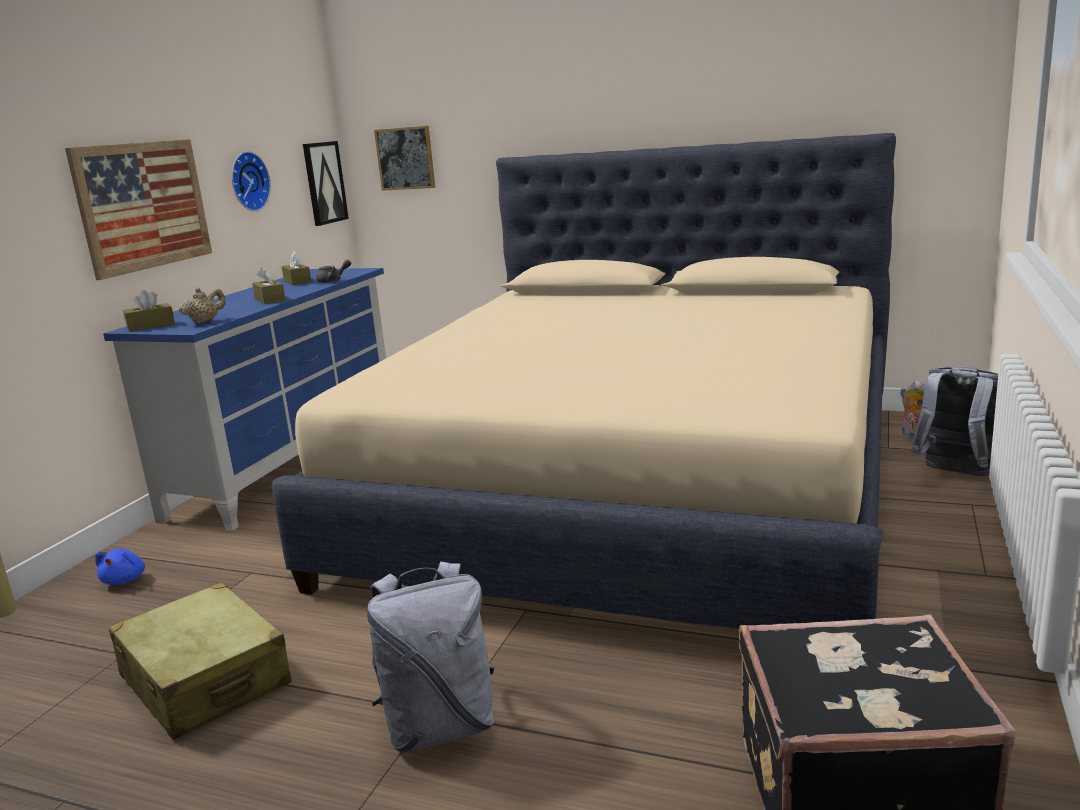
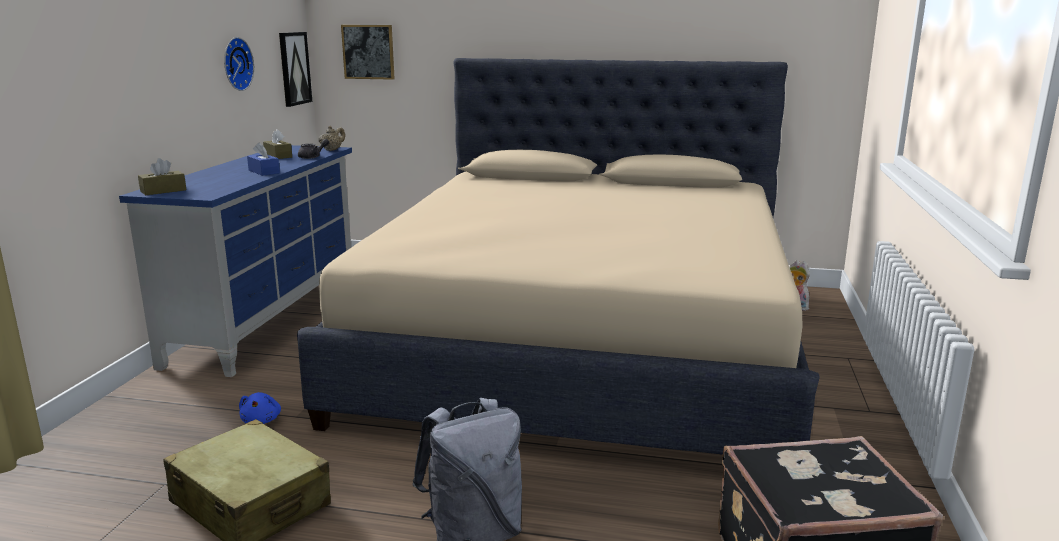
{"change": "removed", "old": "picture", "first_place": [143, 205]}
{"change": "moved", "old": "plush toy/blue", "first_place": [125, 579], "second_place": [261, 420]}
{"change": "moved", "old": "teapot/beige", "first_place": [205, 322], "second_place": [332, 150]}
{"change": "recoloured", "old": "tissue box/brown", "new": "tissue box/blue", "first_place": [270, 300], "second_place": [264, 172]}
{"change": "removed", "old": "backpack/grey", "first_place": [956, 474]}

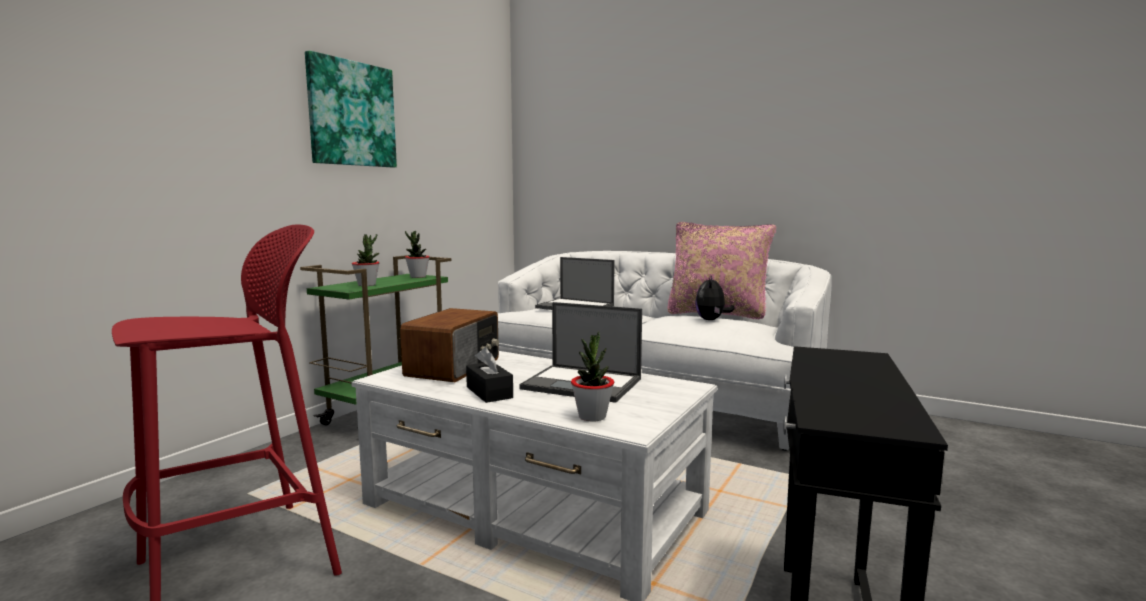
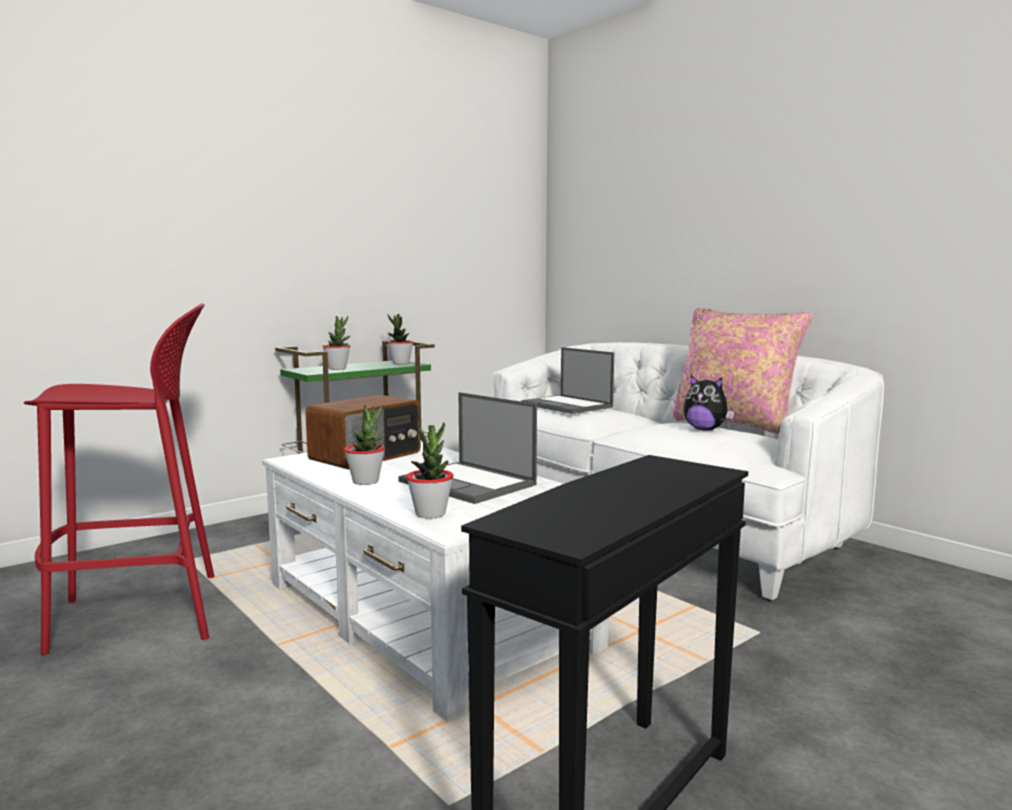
{"change": "removed", "old": "picture", "first_place": [351, 114]}
{"change": "replaced", "old": "tissue box/black", "new": "potted plant", "first_place": [489, 392], "second_place": [366, 481]}
{"change": "turned", "old": "plush toy", "first_place": [711, 320], "second_place": [705, 430], "degrees": -90}

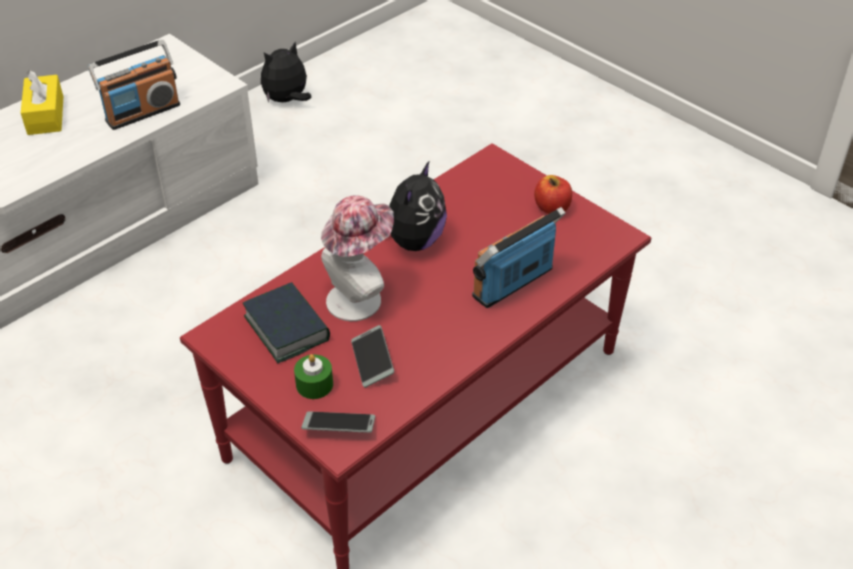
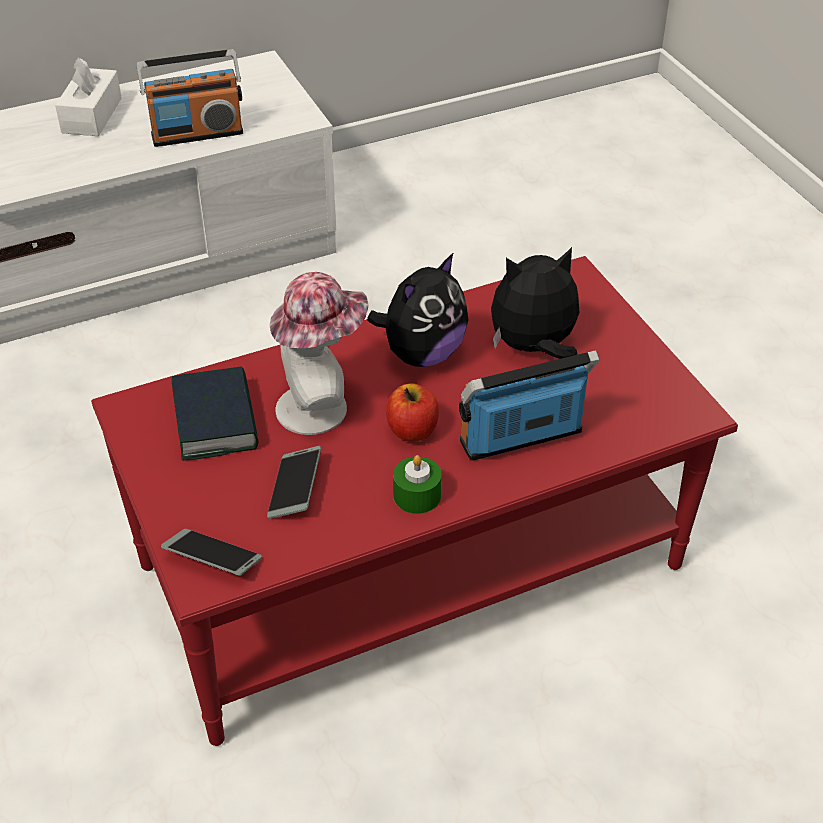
{"change": "recoloured", "old": "tissue box/yellow", "new": "tissue box/white", "first_place": [45, 115], "second_place": [92, 115]}
{"change": "moved", "old": "plush toy", "first_place": [287, 100], "second_place": [533, 348]}
{"change": "moved", "old": "candle/green", "first_place": [314, 384], "second_place": [417, 495]}
{"change": "moved", "old": "apple", "first_place": [552, 208], "second_place": [412, 430]}

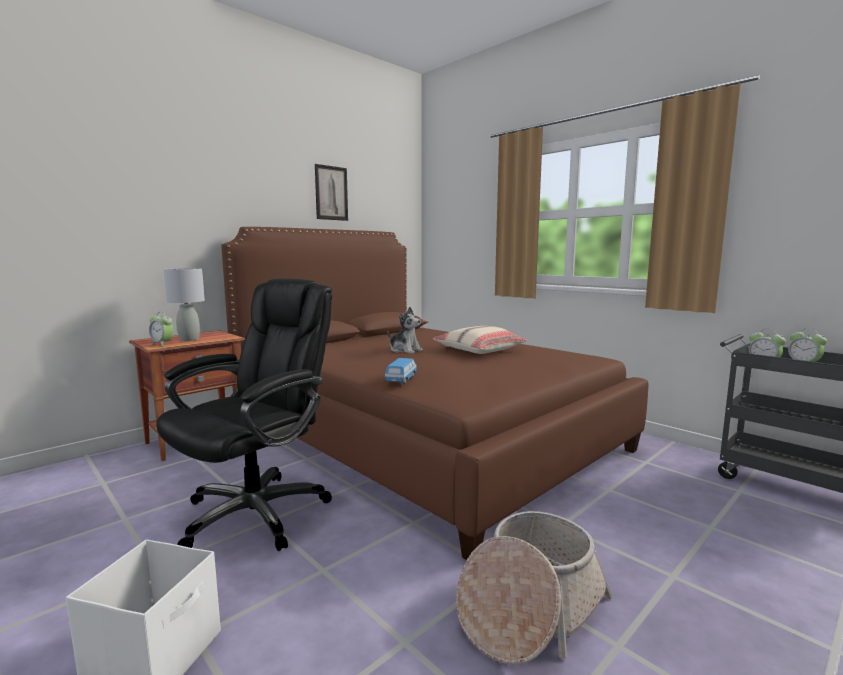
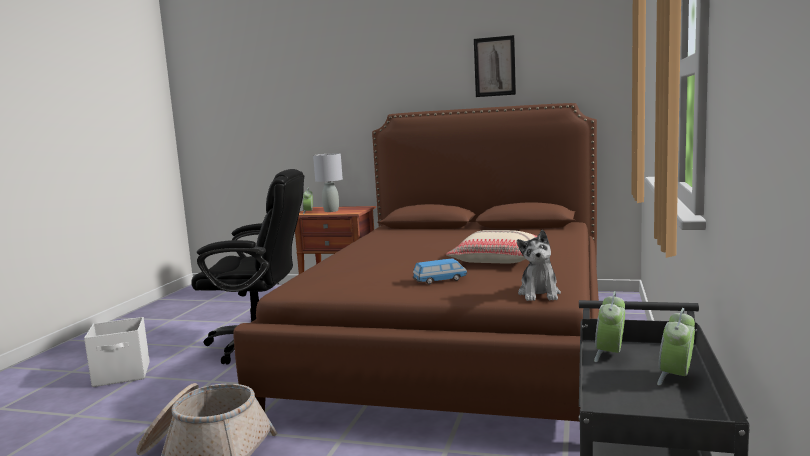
{"change": "moved", "old": "toy car", "first_place": [401, 379], "second_place": [440, 280]}
{"change": "moved", "old": "plush toy", "first_place": [405, 350], "second_place": [539, 294]}

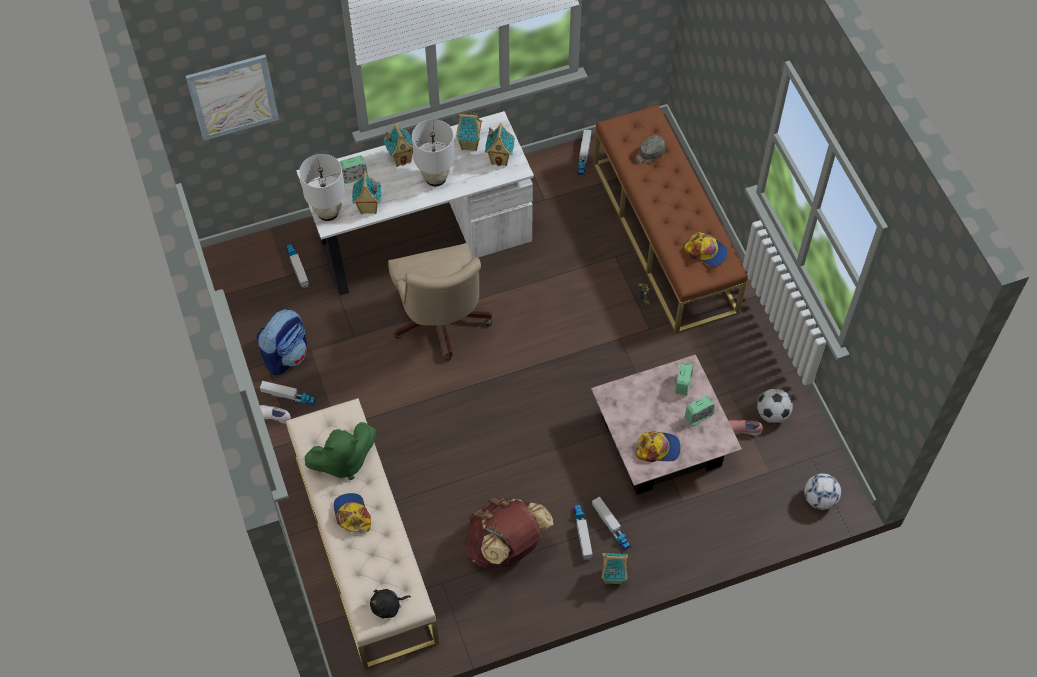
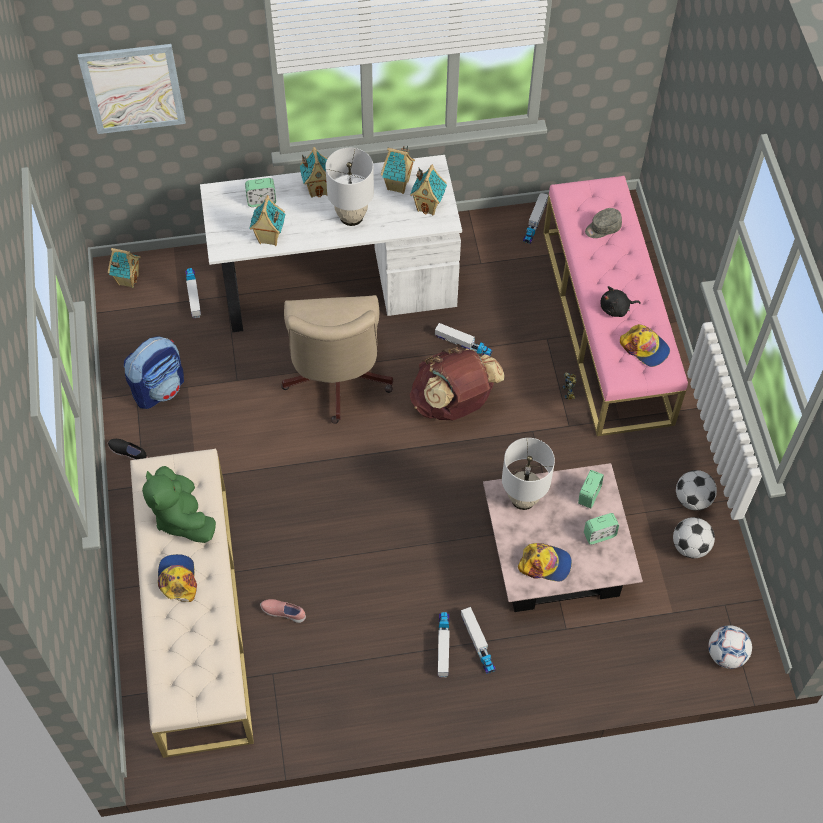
{"change": "moved", "old": "toy truck", "first_place": [288, 396], "second_place": [463, 344]}
{"change": "recoloured", "old": "shoe/white", "new": "shoe/black", "first_place": [273, 416], "second_place": [129, 453]}
{"change": "moved", "old": "table lamp/white", "first_place": [328, 212], "second_place": [523, 498]}
{"change": "turned", "old": "plush toy/green", "first_place": [343, 461], "second_place": [182, 517], "degrees": 75}
{"change": "moved", "old": "plush toy/black", "first_place": [388, 606], "second_place": [616, 308]}
{"change": "moved", "old": "backpack/brown", "first_place": [506, 546], "second_place": [453, 403]}
{"change": "recoloured", "old": "bench/brown", "new": "bench/pink", "first_place": [664, 237], "second_place": [606, 325]}
{"change": "moved", "old": "toy house", "first_place": [612, 576], "second_place": [127, 279]}
{"change": "moved", "old": "shoe/pink", "first_place": [741, 429], "second_place": [283, 612]}
{"change": "added", "new": "football", "second_place": [692, 499]}

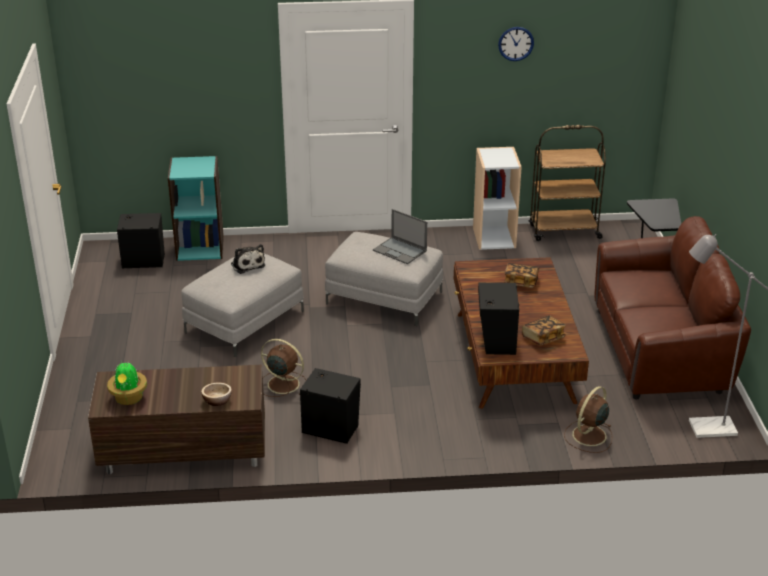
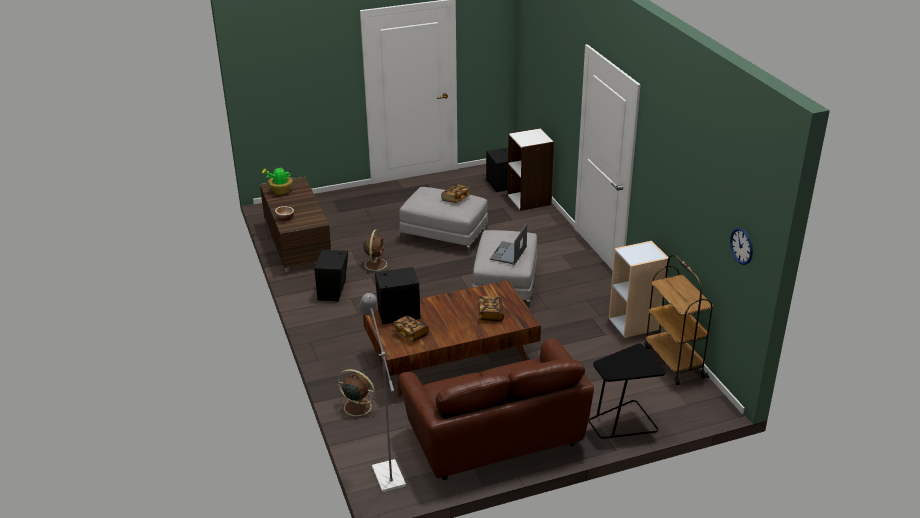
{"change": "recoloured", "old": "bookcase/turquoise", "new": "bookcase/white", "first_place": [200, 248], "second_place": [529, 200]}
{"change": "replaced", "old": "plush toy", "new": "book", "first_place": [247, 264], "second_place": [455, 199]}
{"change": "moved", "old": "wall clock", "first_place": [516, 43], "second_place": [741, 246]}

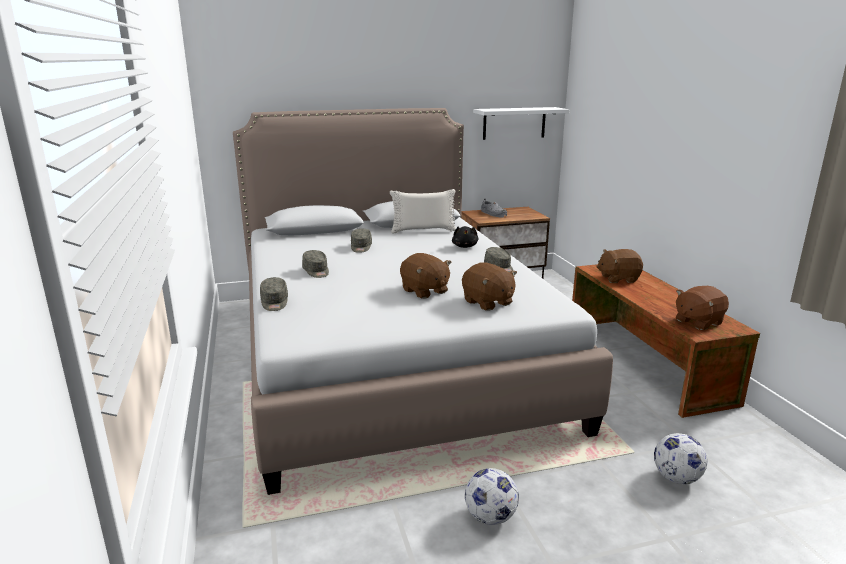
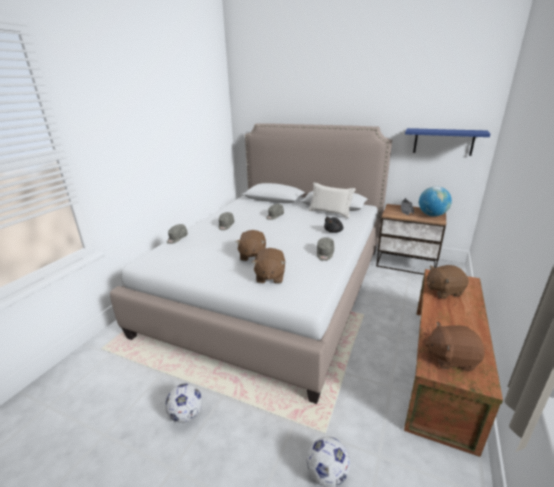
{"change": "recoloured", "old": "shelf/white", "new": "shelf/blue", "first_place": [514, 123], "second_place": [443, 141]}
{"change": "turned", "old": "plush toy/brown", "first_place": [618, 278], "second_place": [443, 291], "degrees": -45}
{"change": "added", "new": "globe", "second_place": [432, 215]}

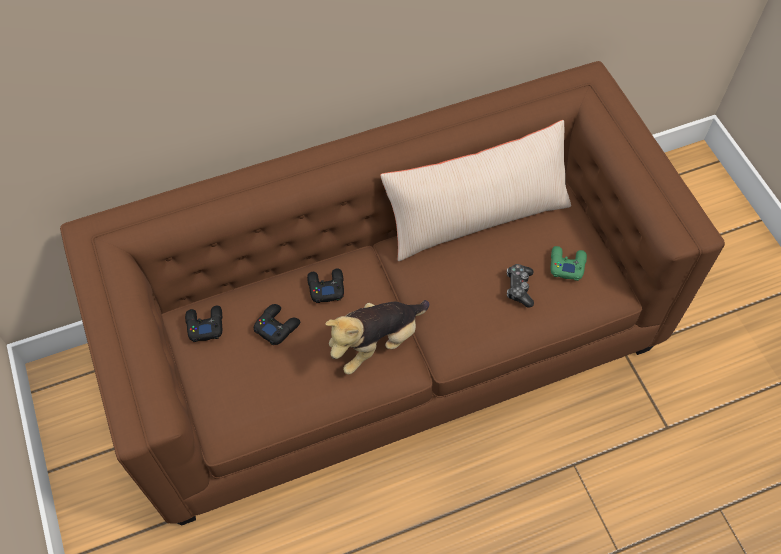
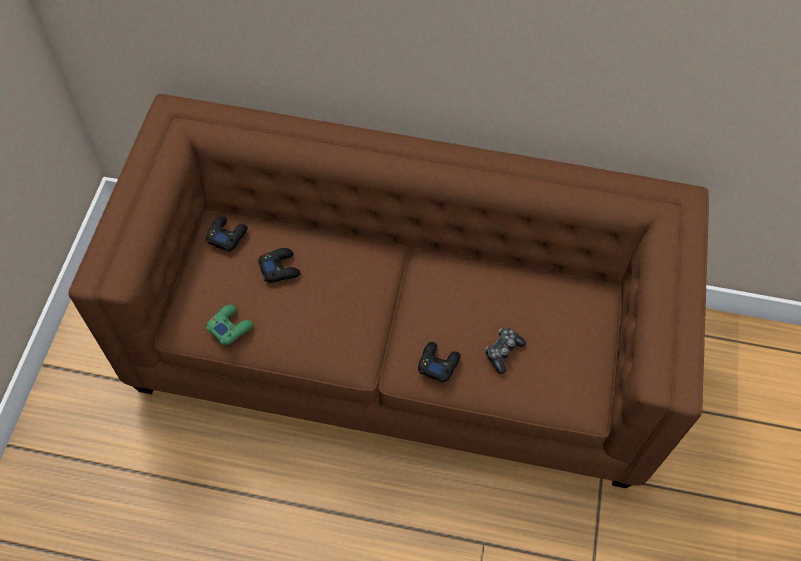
{"change": "moved", "old": "game controller/black", "first_place": [326, 287], "second_place": [438, 363]}
{"change": "removed", "old": "plush toy", "first_place": [377, 343]}
{"change": "removed", "old": "pillow/beige", "first_place": [476, 216]}
{"change": "moved", "old": "game controller/green", "first_place": [566, 264], "second_place": [230, 326]}

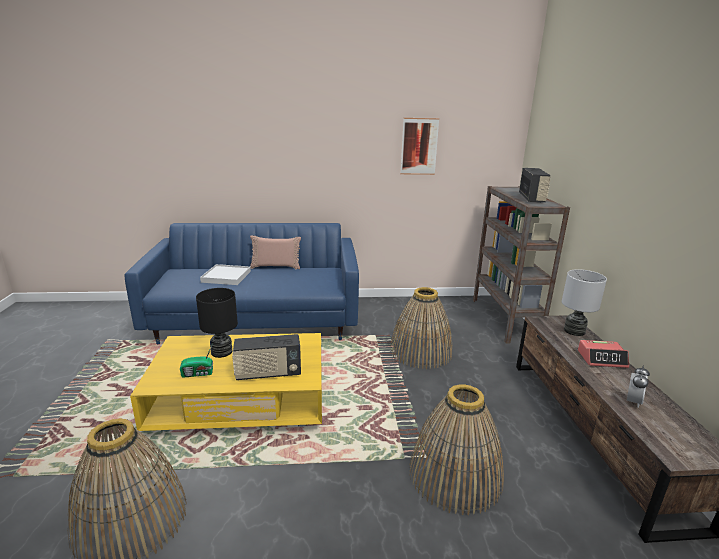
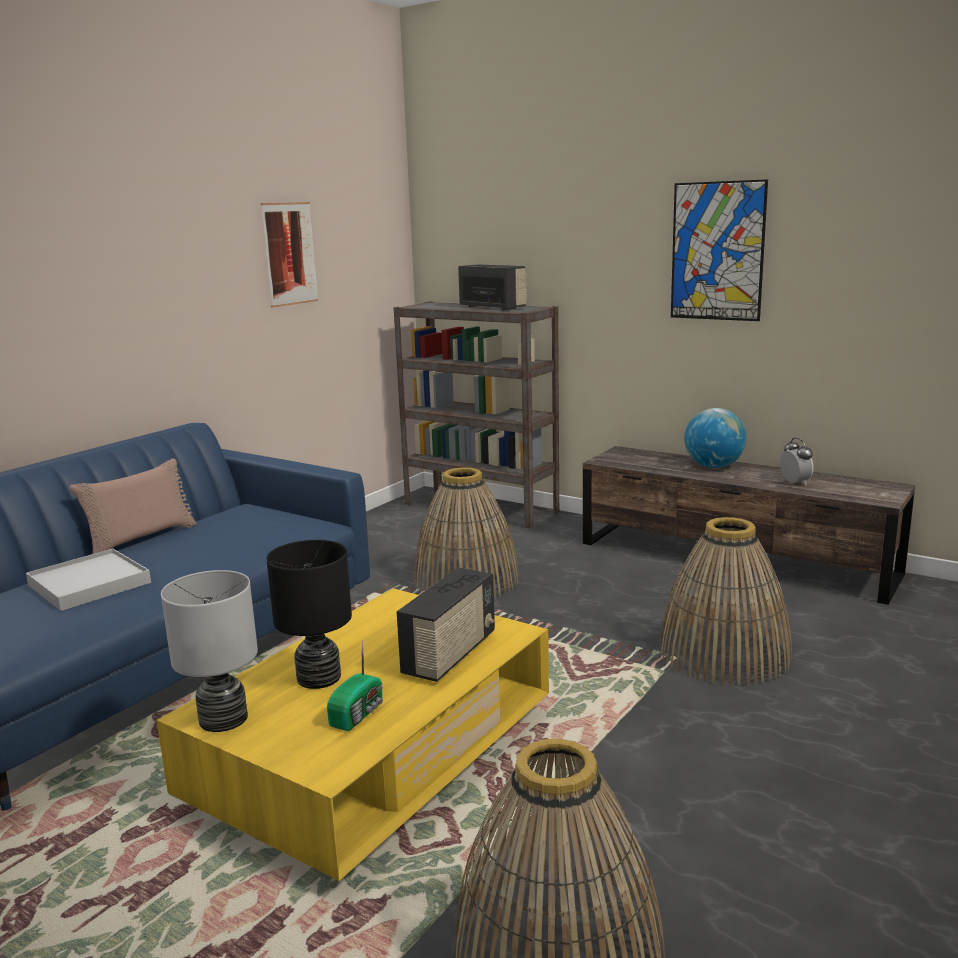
{"change": "moved", "old": "table lamp/grey", "first_place": [574, 331], "second_place": [224, 719]}
{"change": "replaced", "old": "alarm clock", "new": "globe", "first_place": [602, 359], "second_place": [713, 466]}
{"change": "added", "new": "picture", "second_place": [717, 251]}

